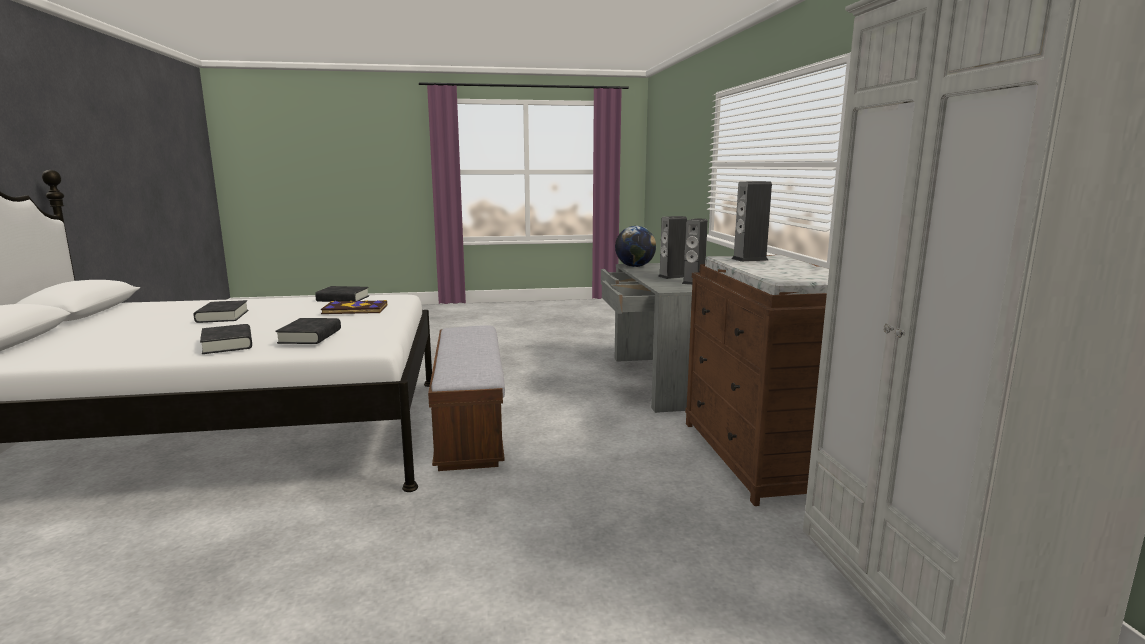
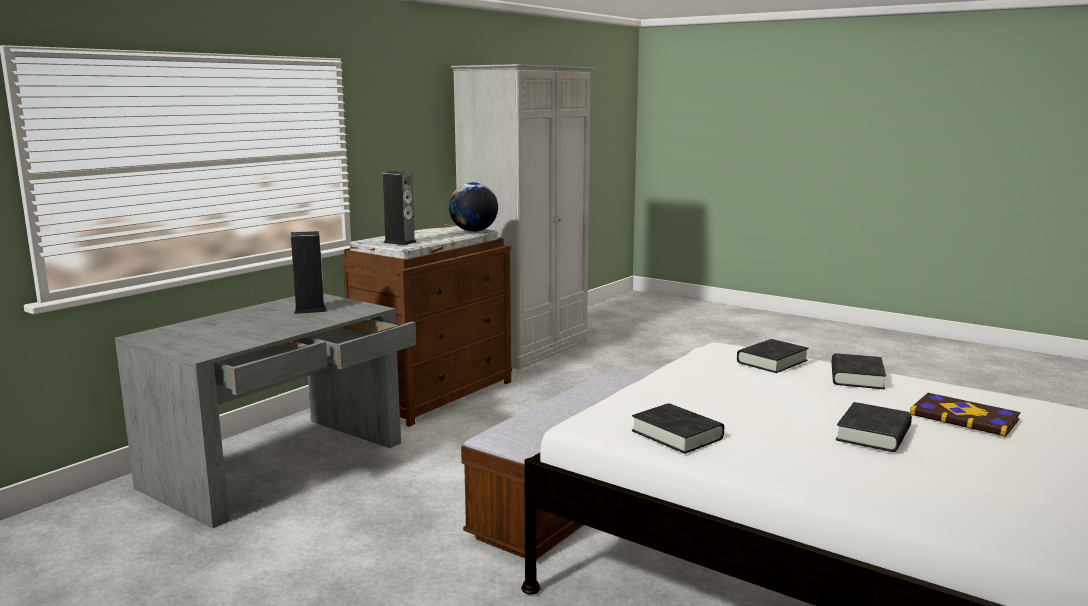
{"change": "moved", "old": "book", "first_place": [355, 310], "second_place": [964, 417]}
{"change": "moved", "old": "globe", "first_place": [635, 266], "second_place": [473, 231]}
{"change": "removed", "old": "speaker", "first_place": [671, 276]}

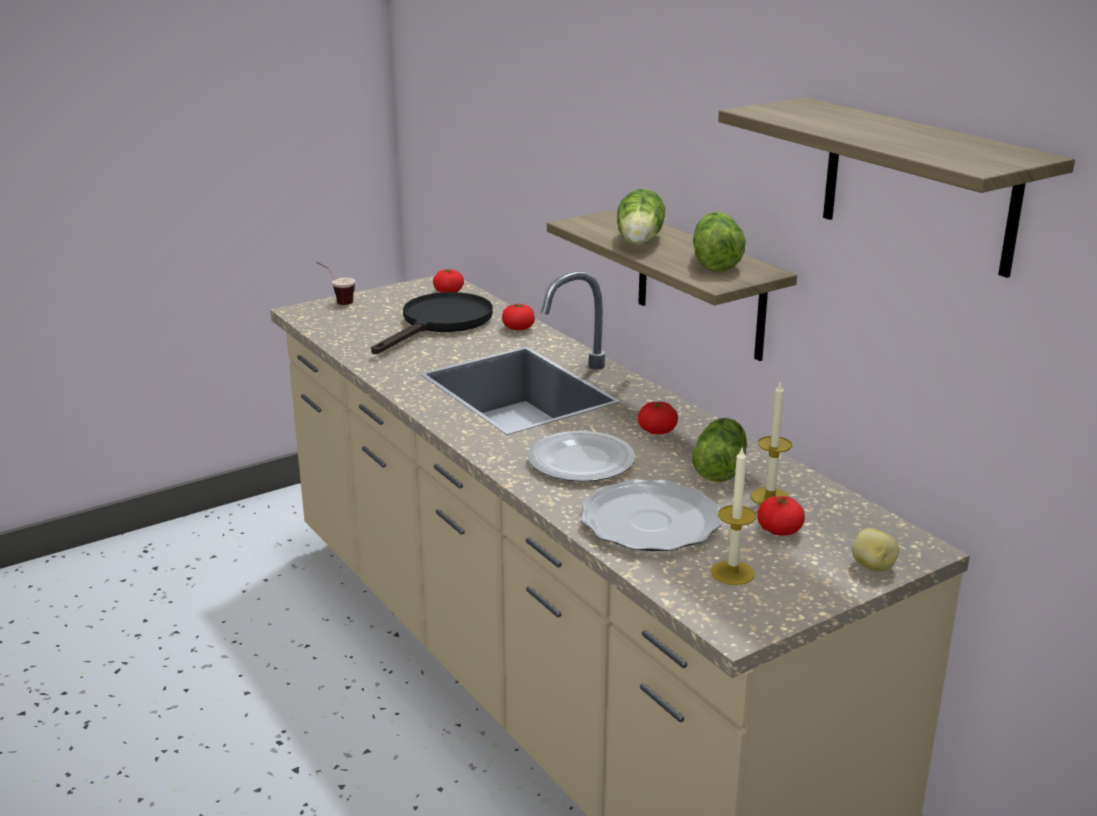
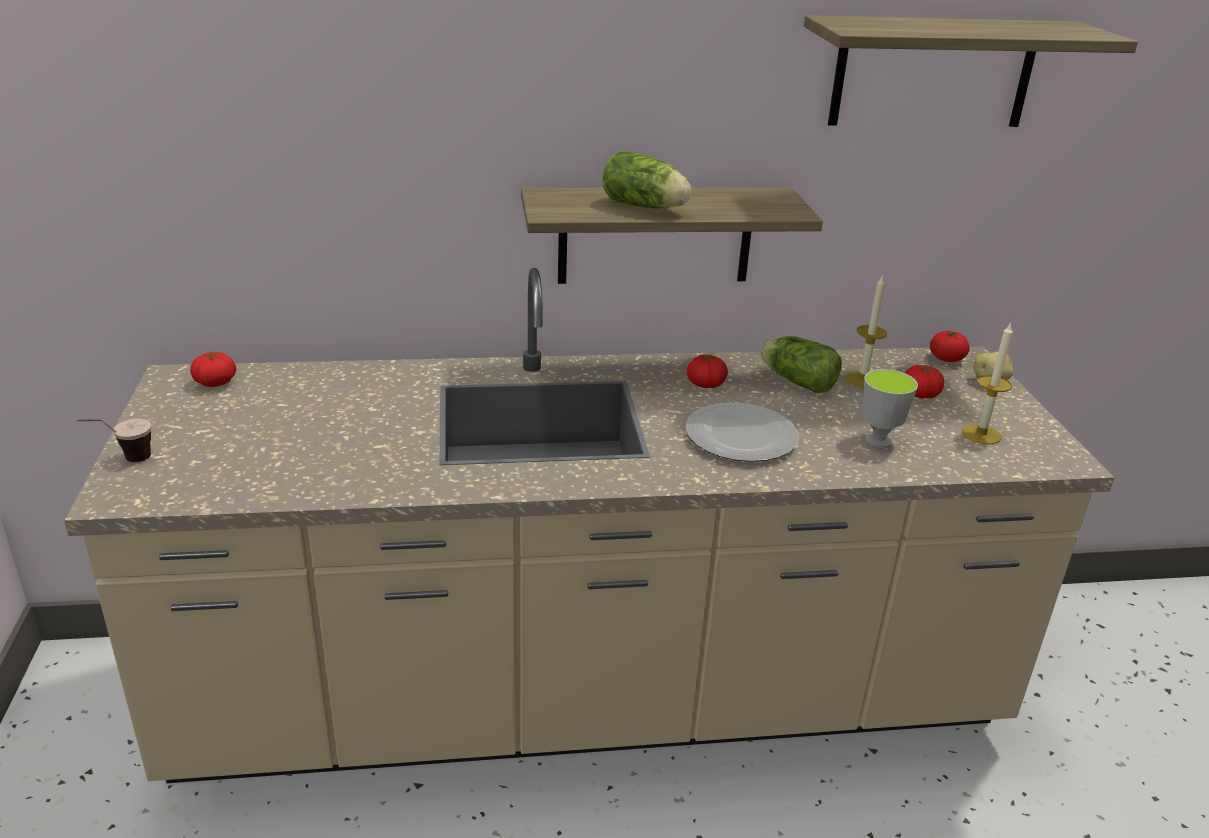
{"change": "removed", "old": "frying pan/black", "first_place": [440, 323]}
{"change": "moved", "old": "tomato", "first_place": [518, 328], "second_place": [946, 358]}
{"change": "replaced", "old": "plate", "new": "cup", "first_place": [650, 521], "second_place": [879, 440]}
{"change": "removed", "old": "lettuce", "first_place": [715, 261]}

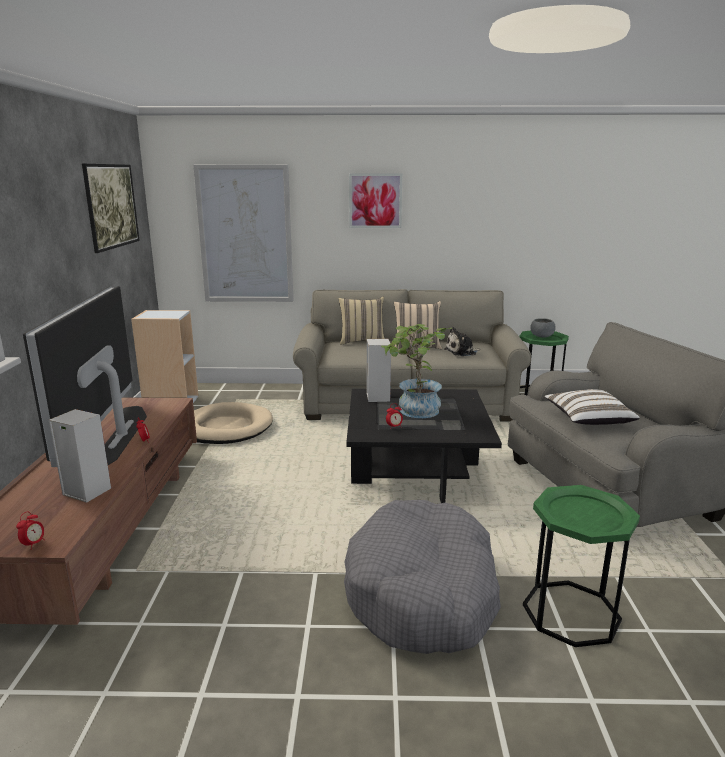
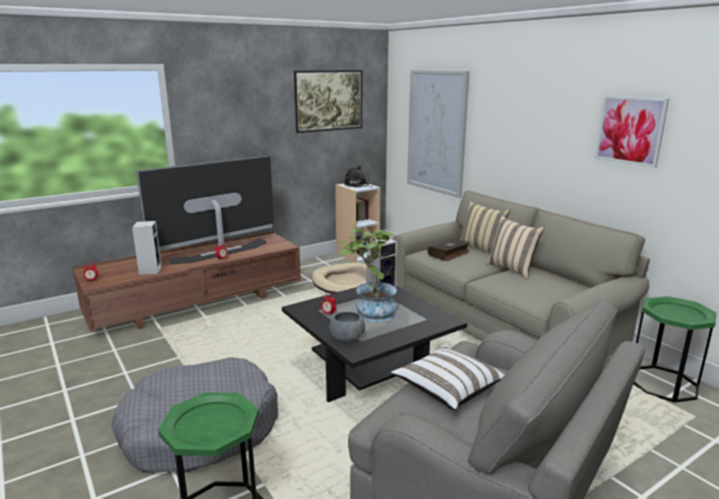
{"change": "moved", "old": "picture", "first_place": [375, 201], "second_place": [630, 130]}
{"change": "moved", "old": "plush toy", "first_place": [462, 352], "second_place": [357, 185]}
{"change": "moved", "old": "bowl/grey", "first_place": [541, 336], "second_place": [347, 338]}
{"change": "added", "new": "book", "second_place": [449, 254]}

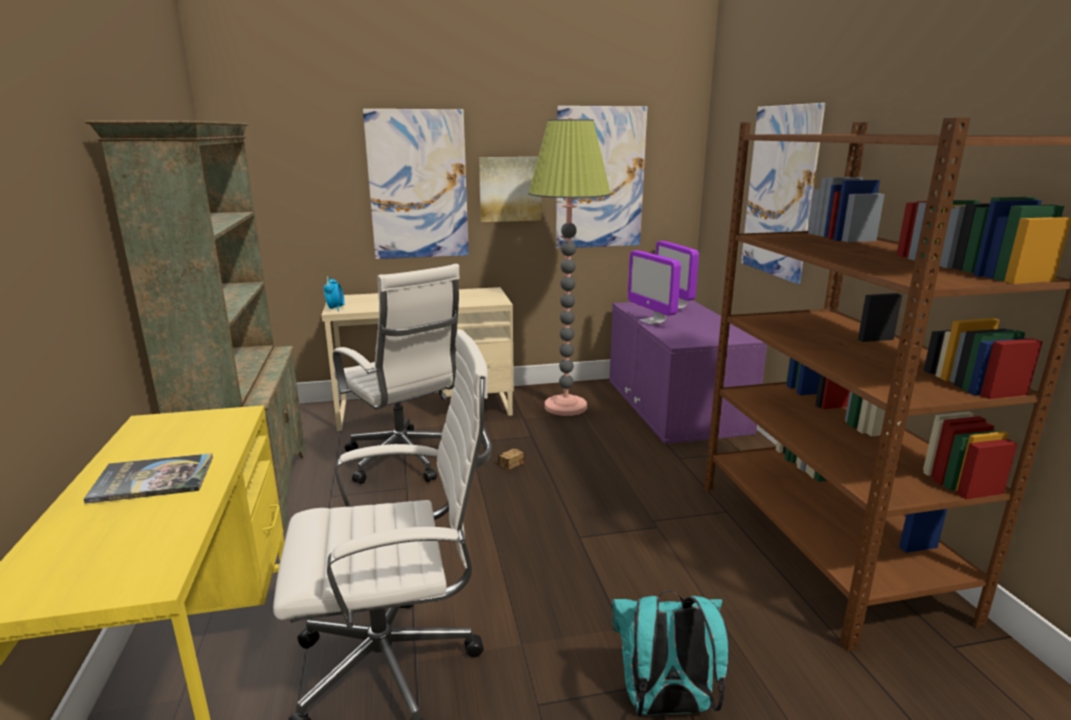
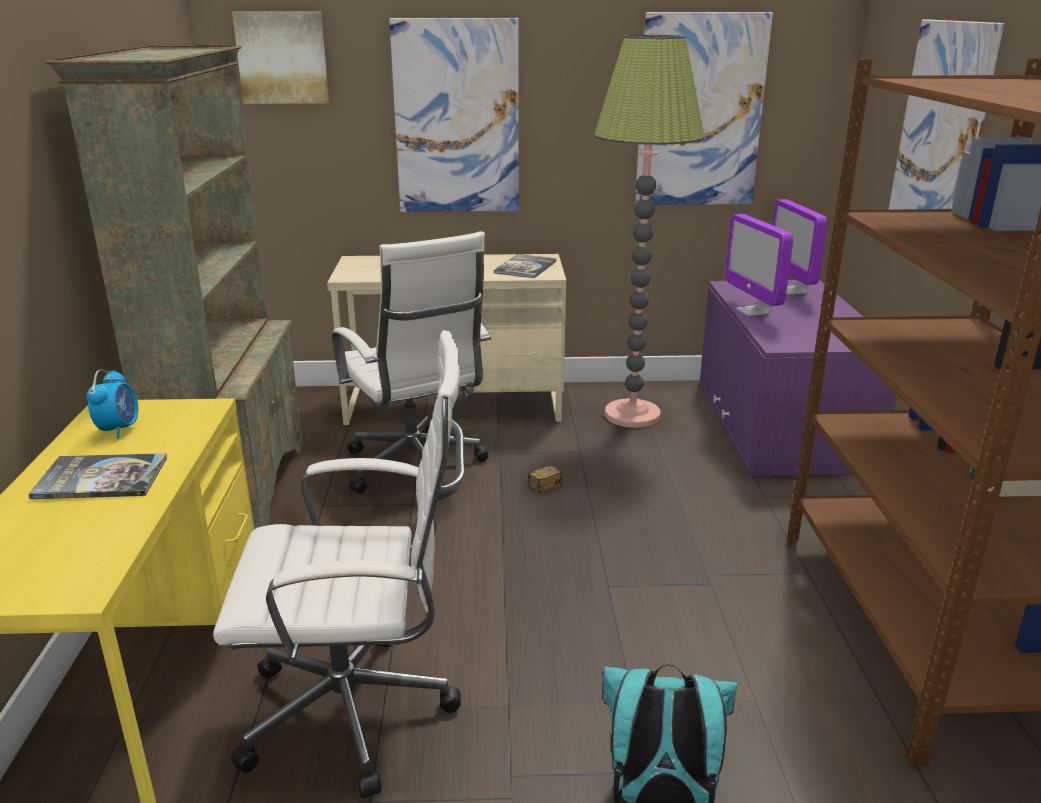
{"change": "moved", "old": "alarm clock", "first_place": [335, 308], "second_place": [119, 429]}
{"change": "moved", "old": "picture", "first_place": [510, 189], "second_place": [282, 58]}
{"change": "added", "new": "book", "second_place": [525, 267]}

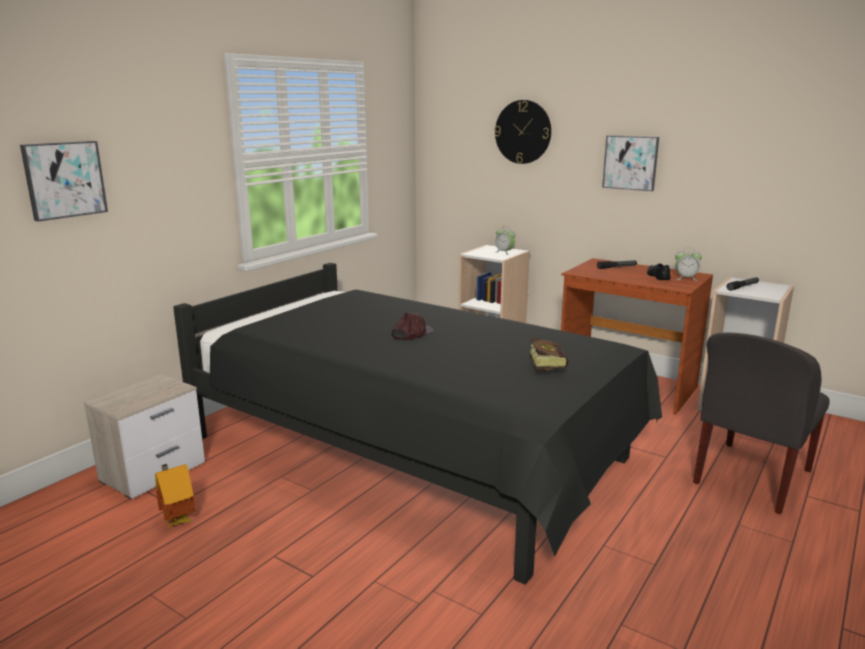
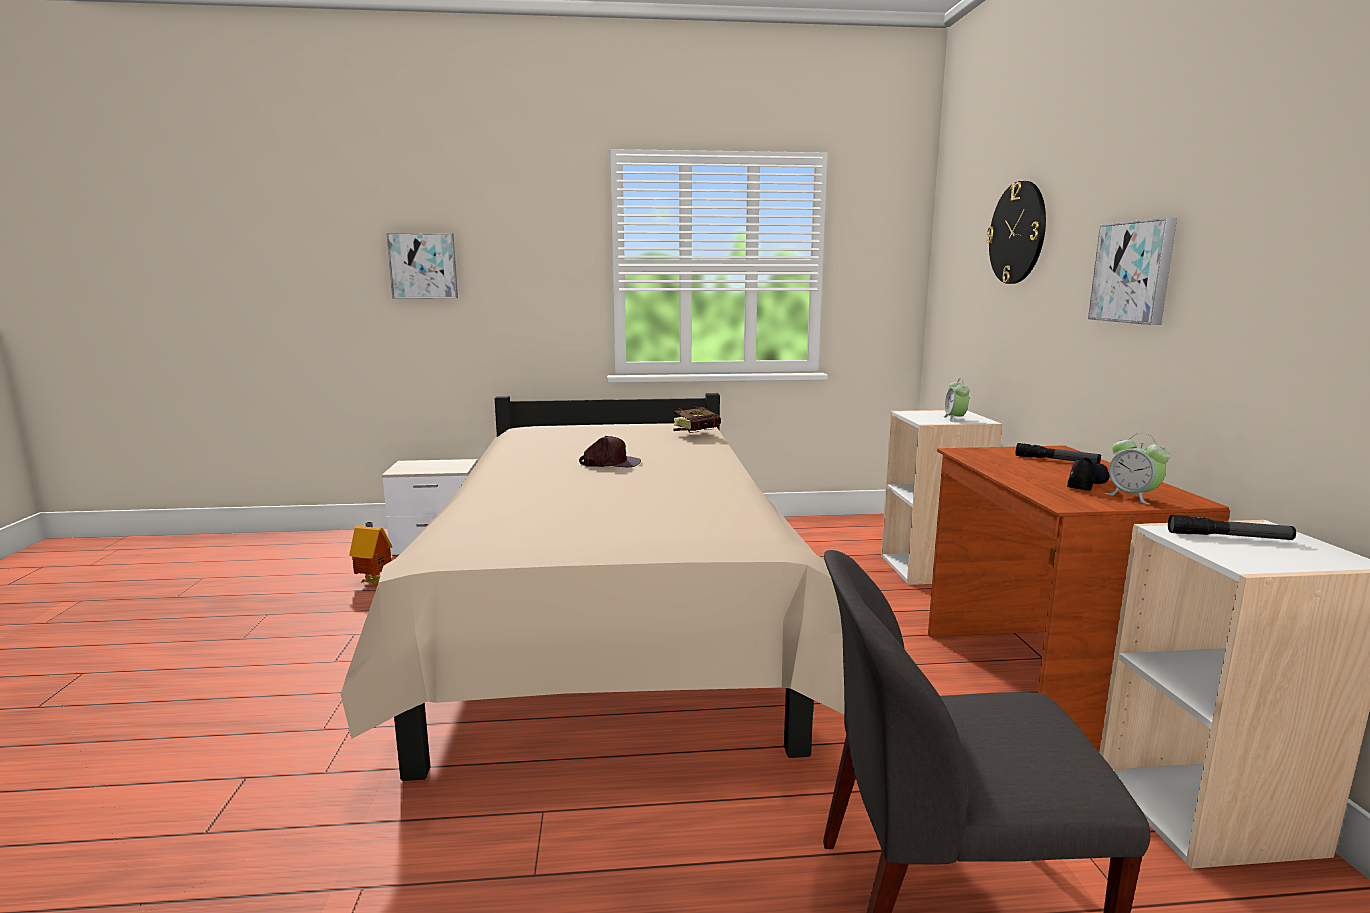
{"change": "recoloured", "old": "bed/black", "new": "bed/beige", "first_place": [417, 453], "second_place": [611, 622]}
{"change": "moved", "old": "book", "first_place": [546, 366], "second_place": [700, 433]}

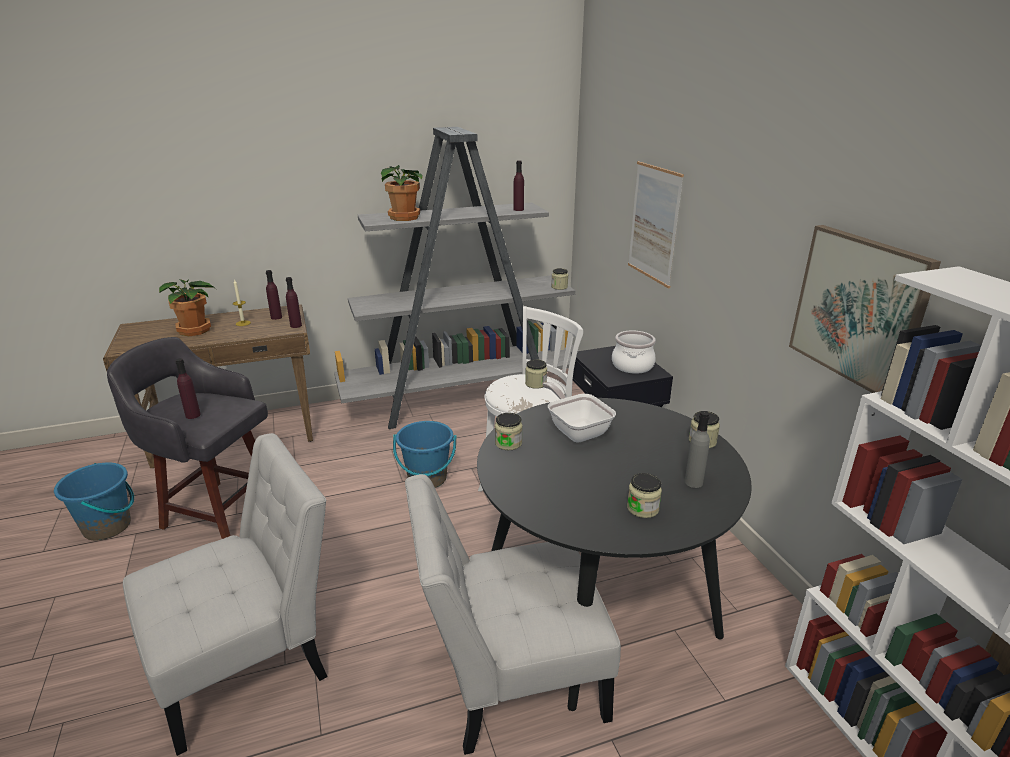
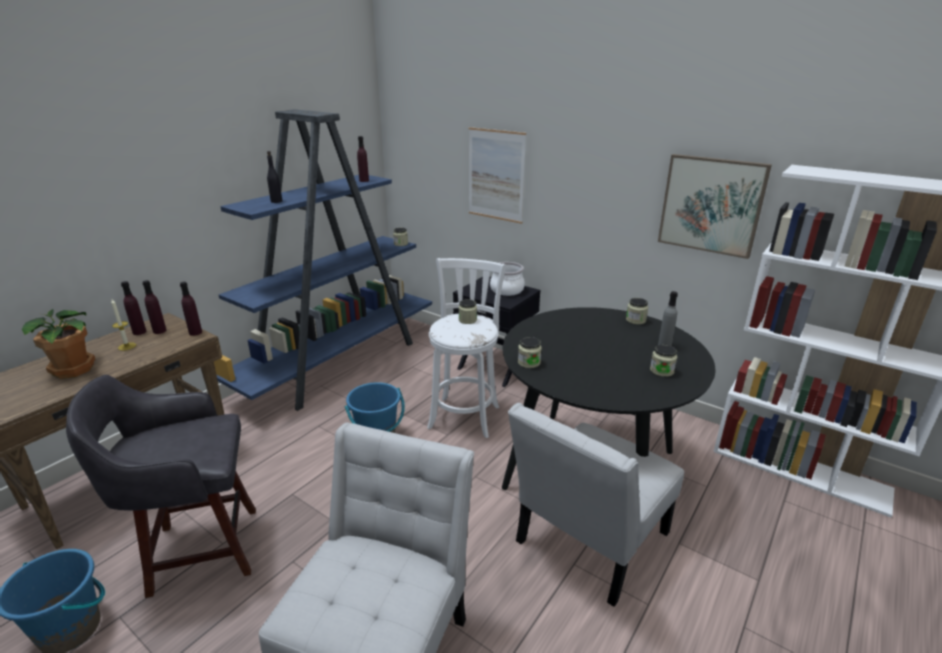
{"change": "moved", "old": "bottle/purple", "first_place": [193, 415], "second_place": [139, 332]}
{"change": "recoloured", "old": "bookcase/grey", "new": "bookcase/blue", "first_place": [465, 397], "second_place": [339, 362]}
{"change": "replaced", "old": "potted plant", "new": "bottle/black", "first_place": [405, 217], "second_place": [276, 201]}
{"change": "removed", "old": "frying pan", "first_place": [576, 430]}

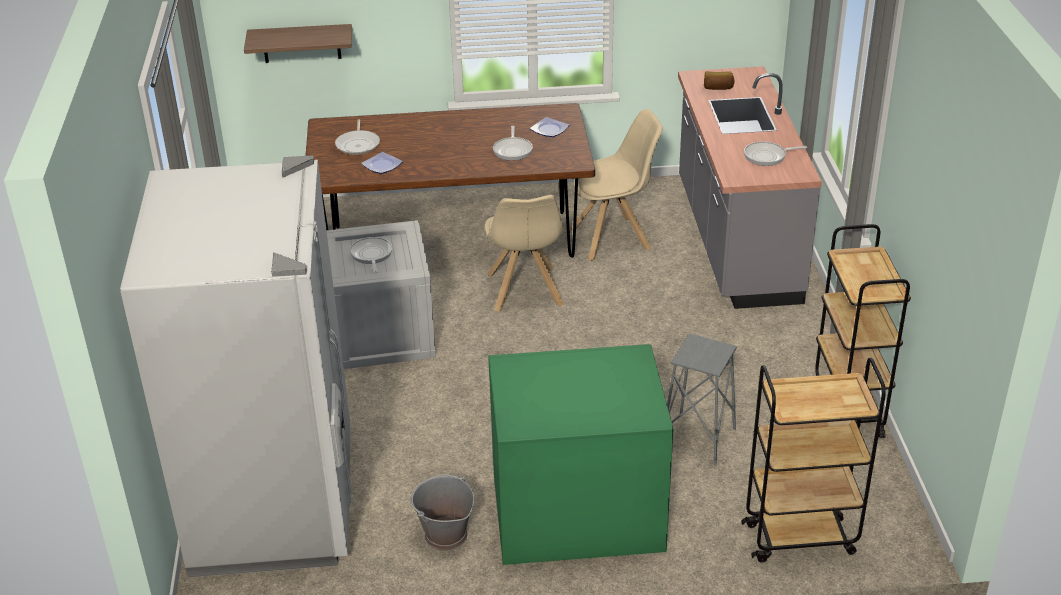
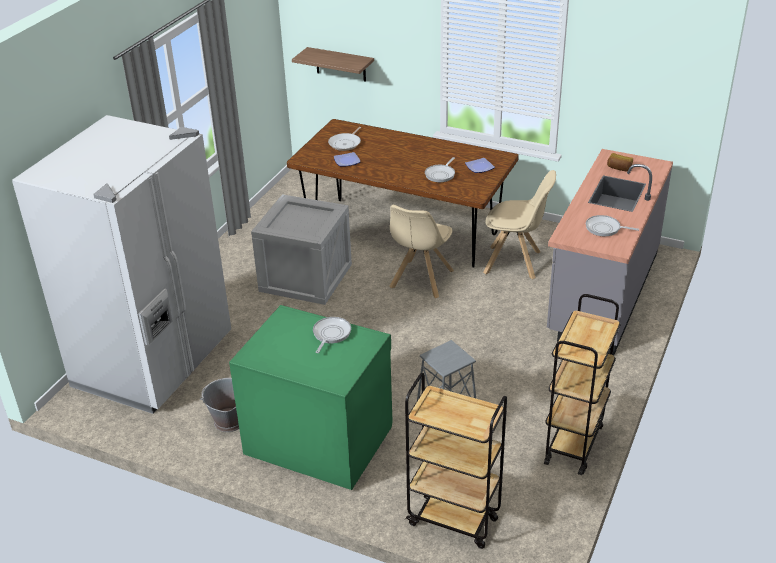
{"change": "moved", "old": "frying pan", "first_place": [371, 255], "second_place": [330, 334]}

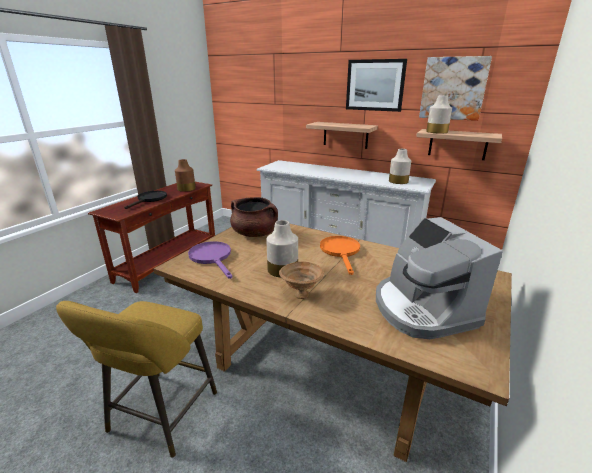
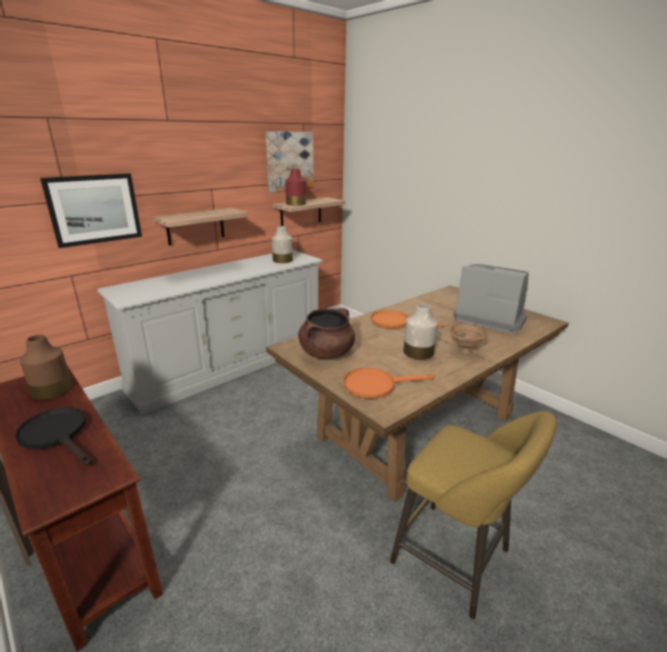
{"change": "recoloured", "old": "frying pan/purple", "new": "frying pan/orange", "first_place": [212, 258], "second_place": [376, 385]}
{"change": "moved", "old": "picture", "first_place": [375, 85], "second_place": [94, 209]}
{"change": "turned", "old": "coffee machine", "first_place": [422, 309], "second_place": [489, 318], "degrees": -150}
{"change": "recoloured", "old": "vase/beige", "new": "vase/red", "first_place": [437, 131], "second_place": [296, 203]}

